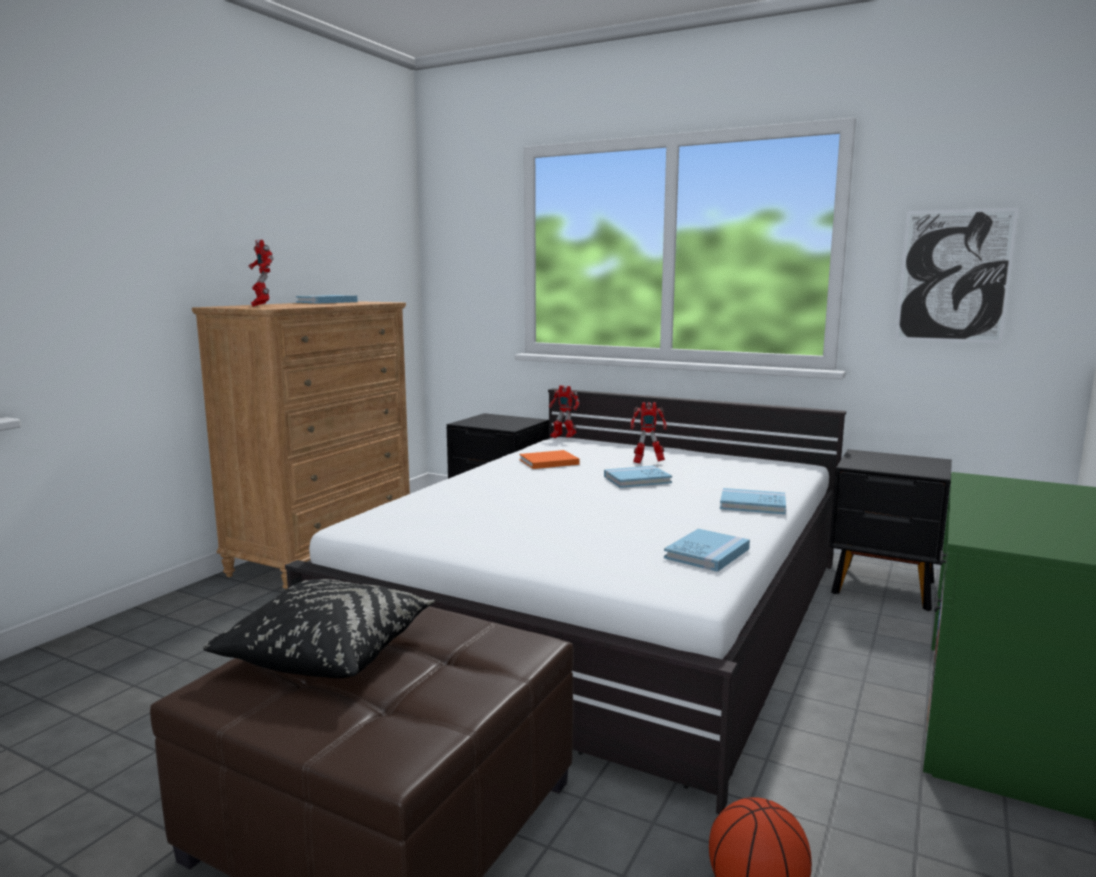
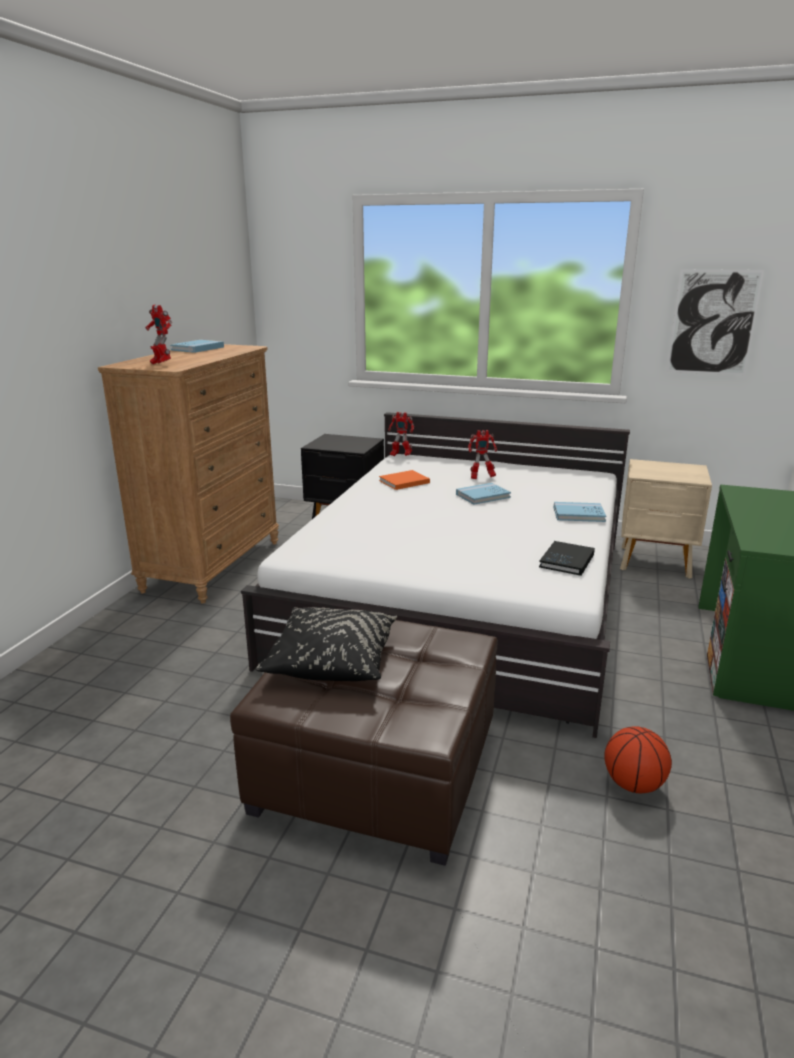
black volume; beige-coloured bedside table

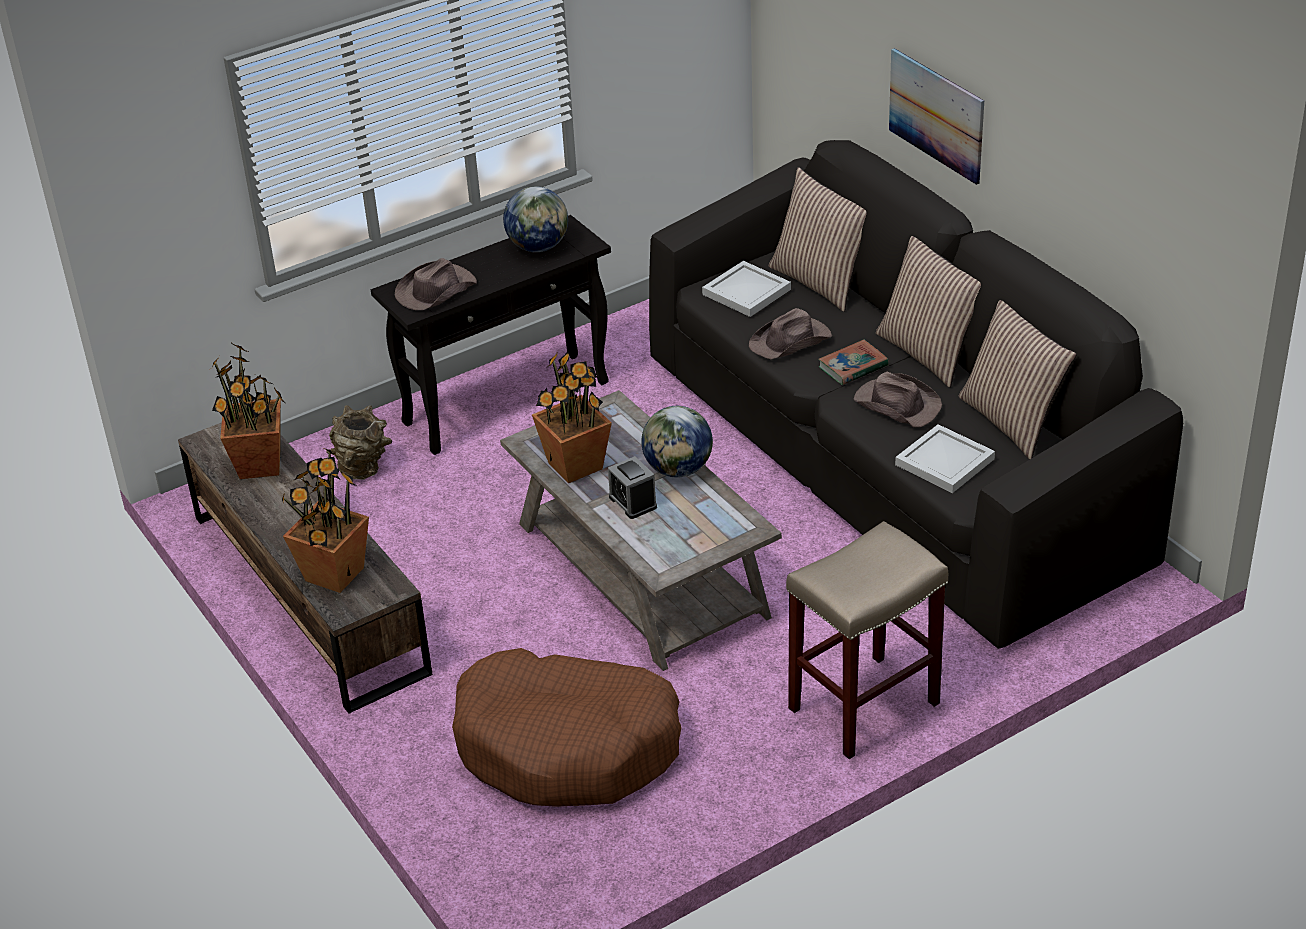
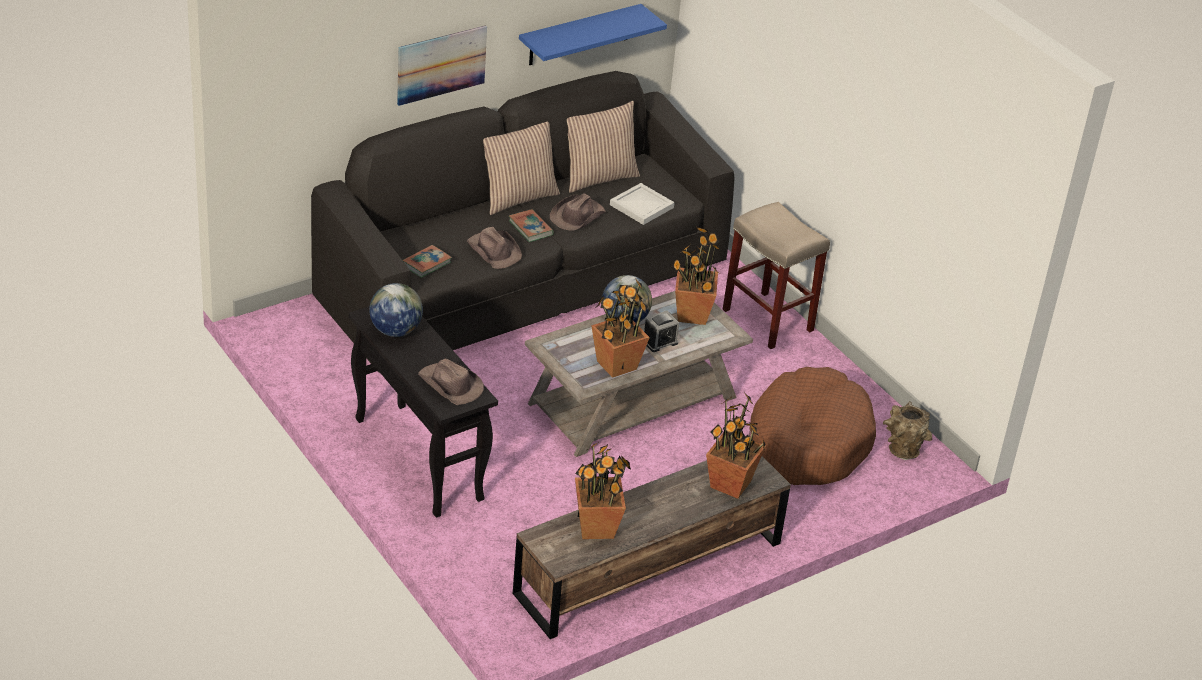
brown-coloured flower vase; volume (no. 1 from left); throw pillow (no. 1 from left in the first image); blue shelf; plant in a pot (no. 3 from left)

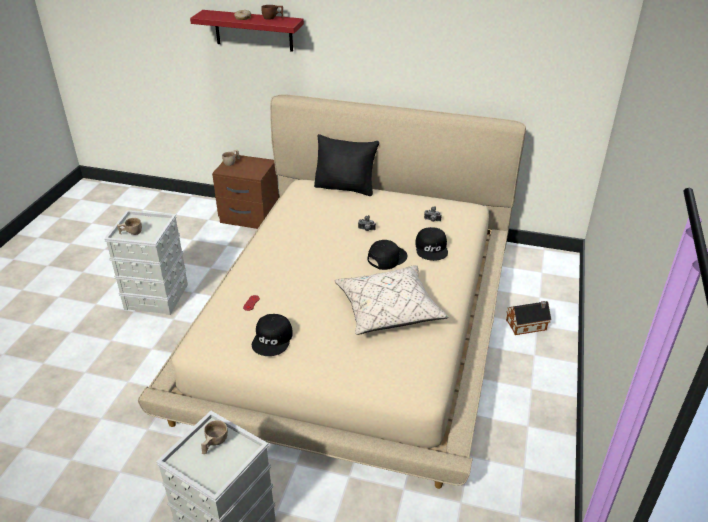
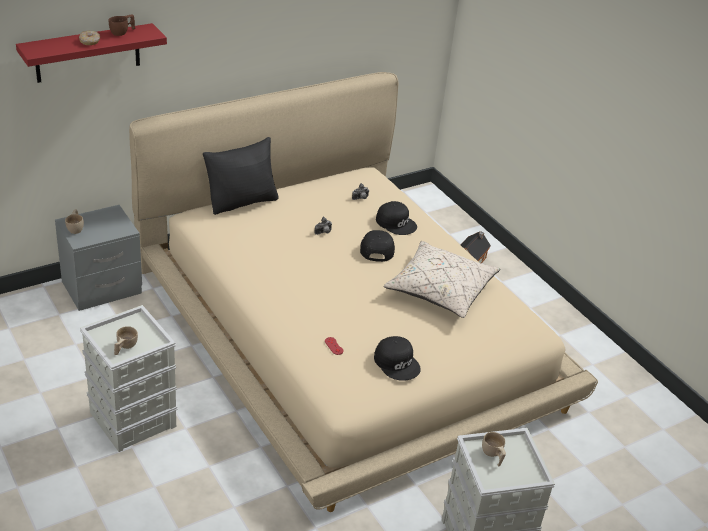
gray bedside table

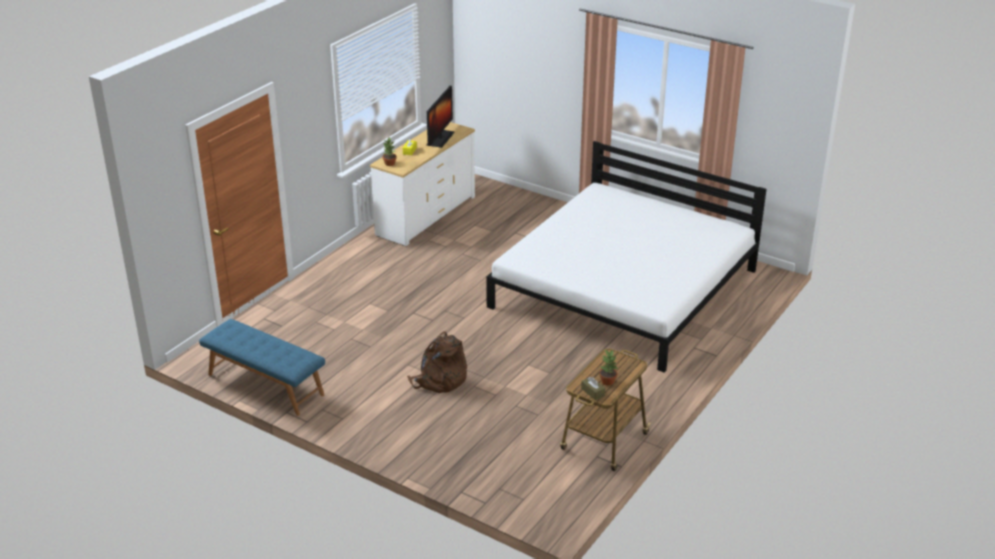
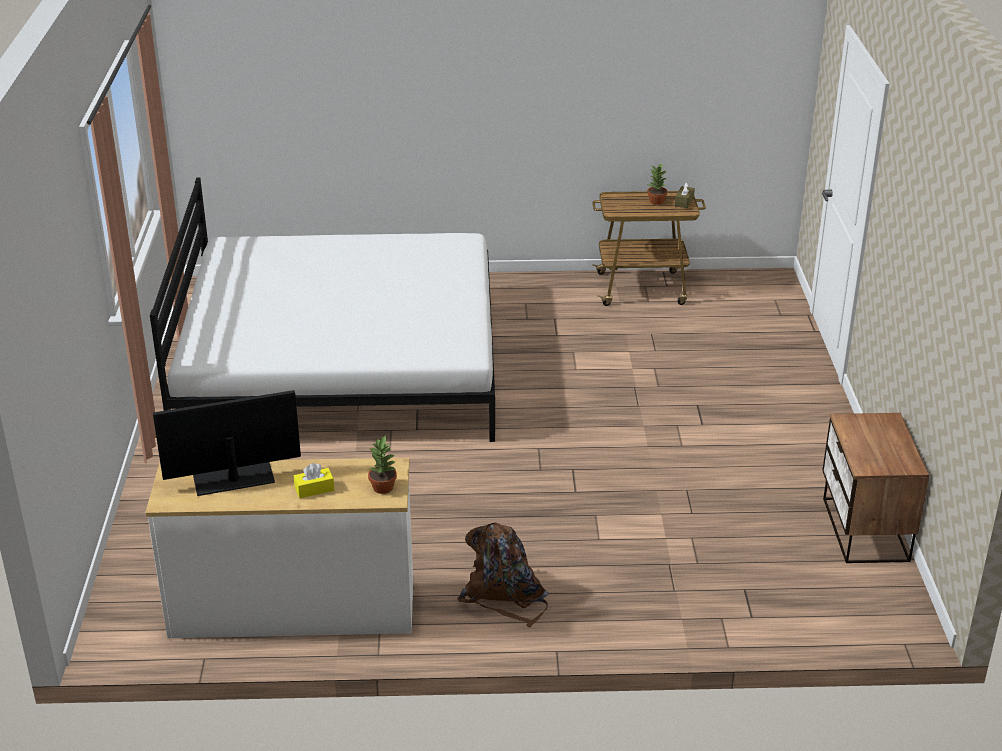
bedside table; brown-coloured backpack

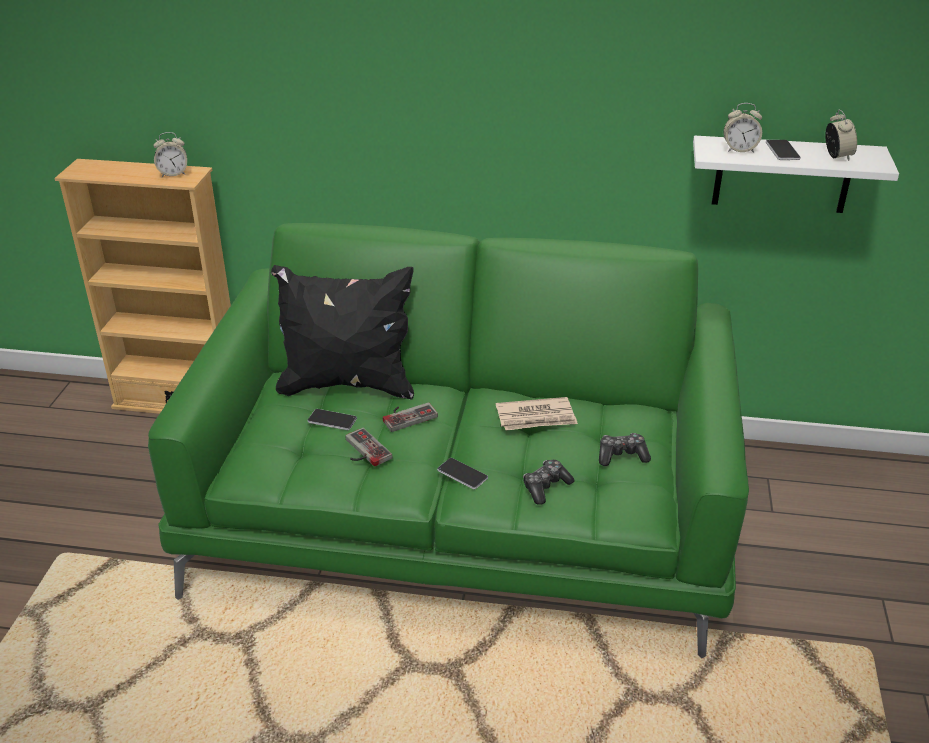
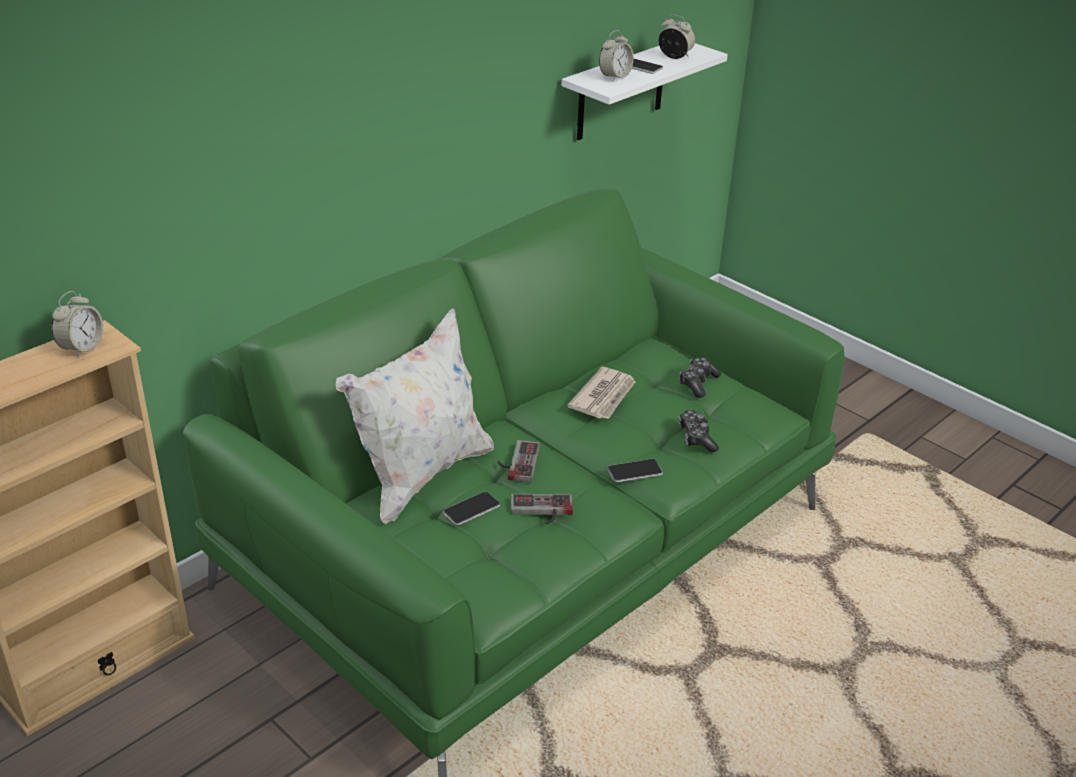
white-coloured throw pillow

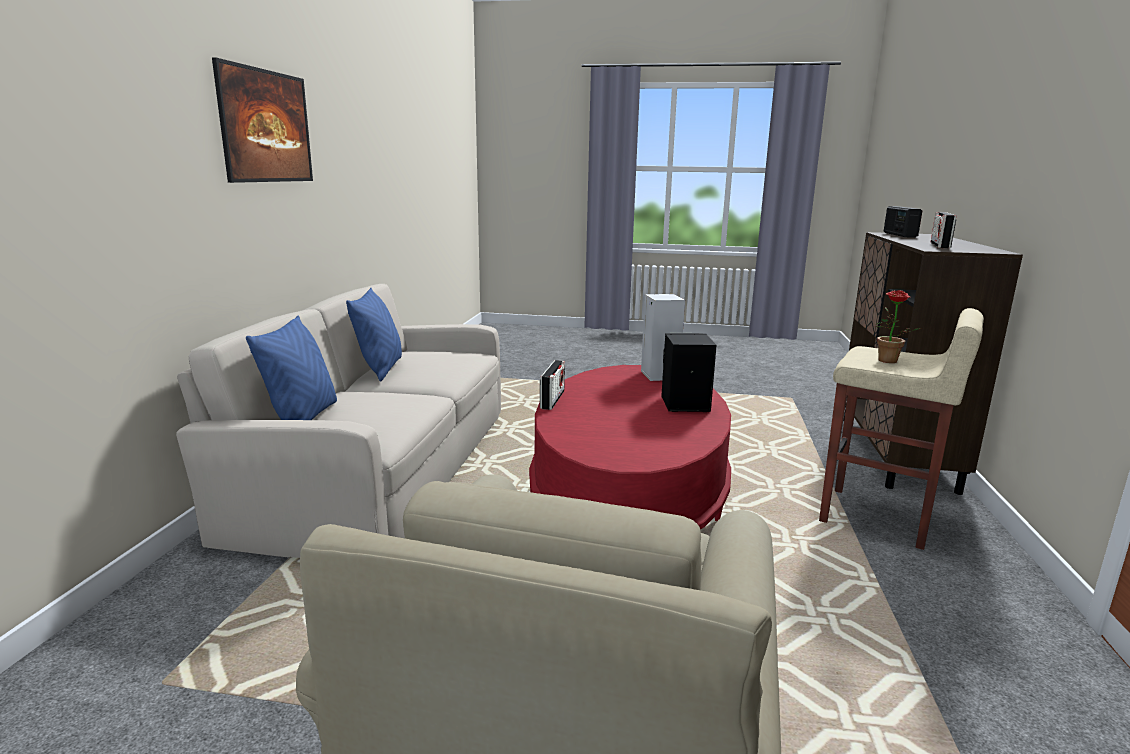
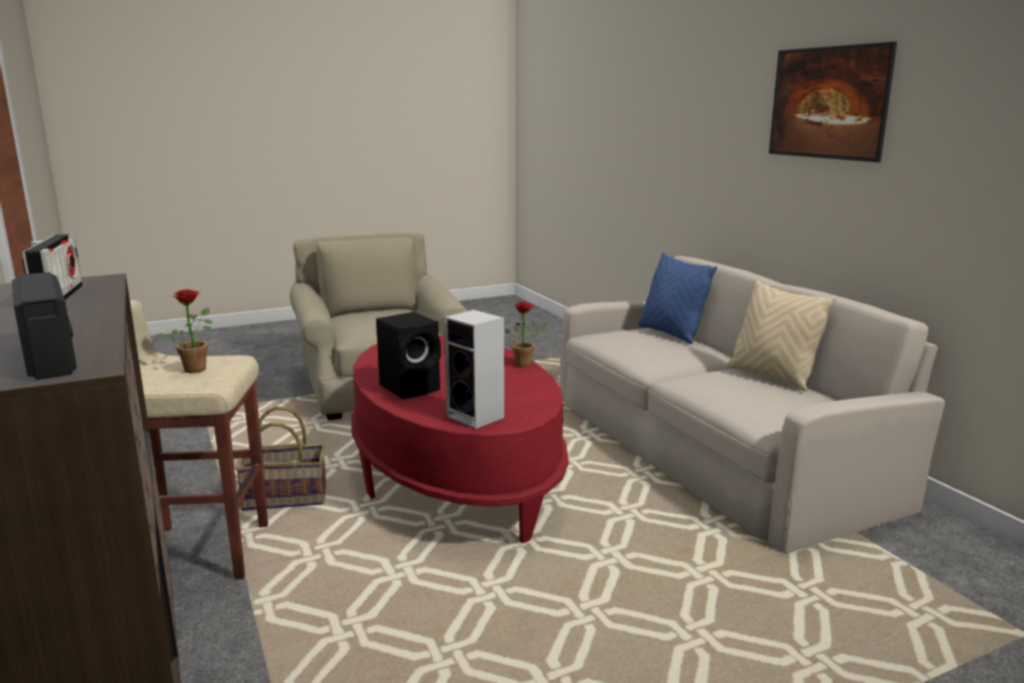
beige-coloured throw pillow; plant in a pot (no. 2 from left); household basket

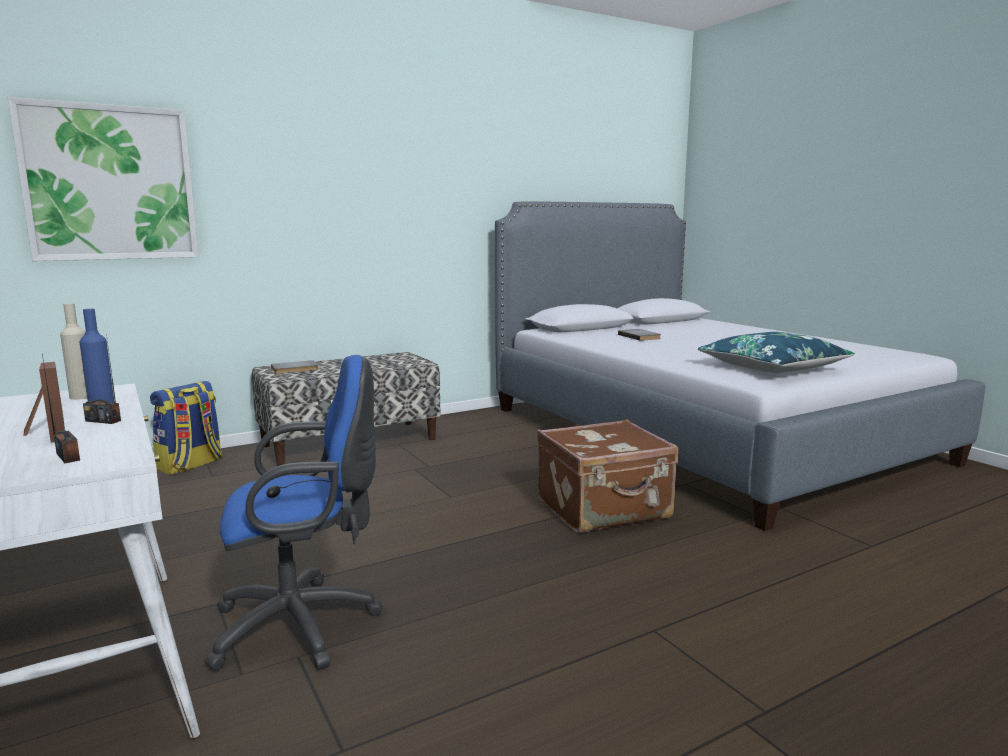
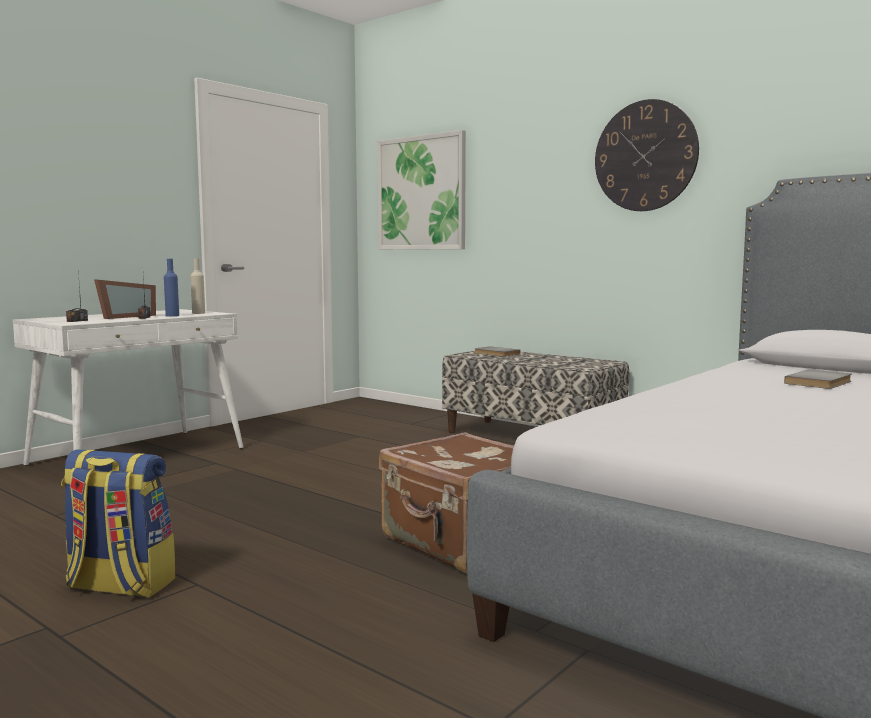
backpack; blue desk chair; blue throw pillow; wall clock

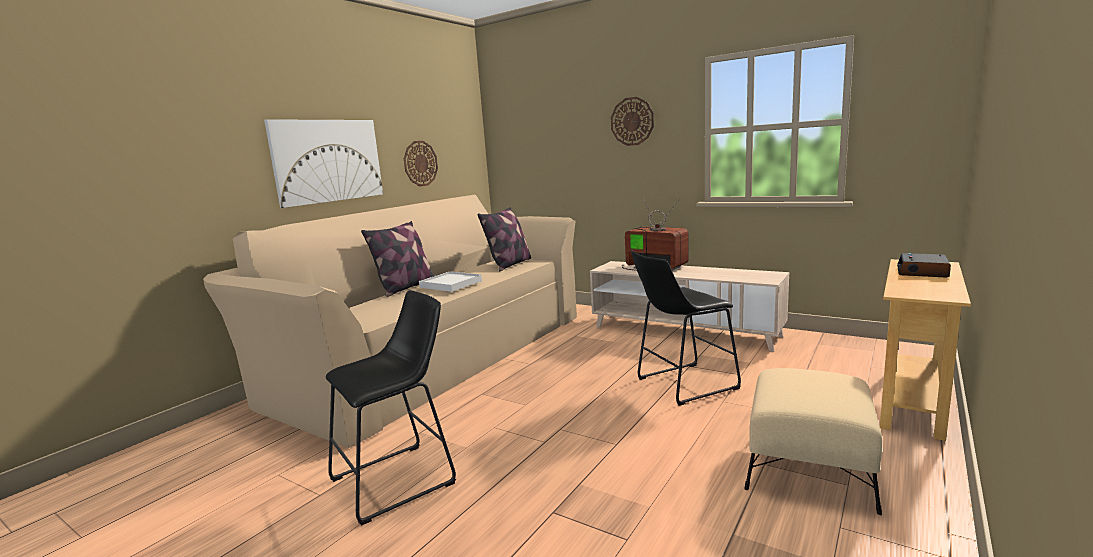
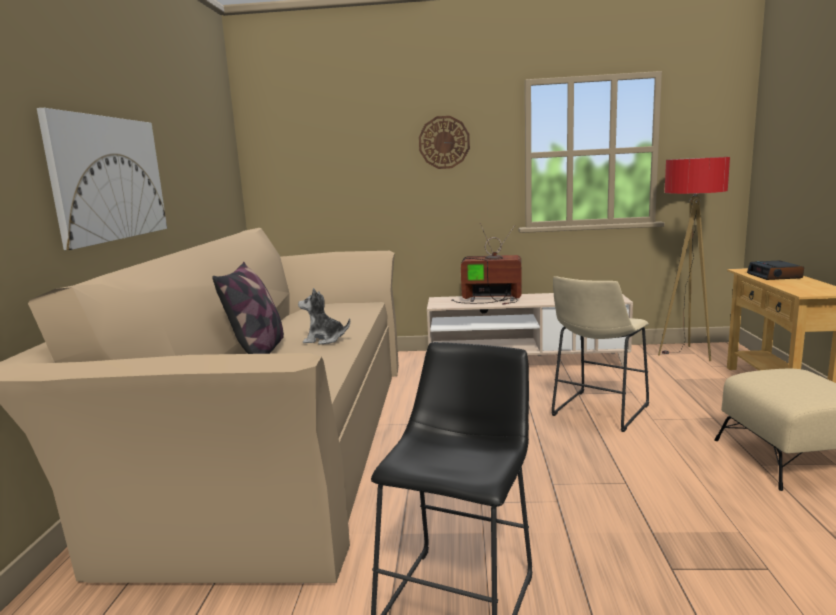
wall clock (no. 1 from left in the first image); plush toy; throw pillow (no. 2 from left in the first image); beige-coloured sitting stool; standing lamp

